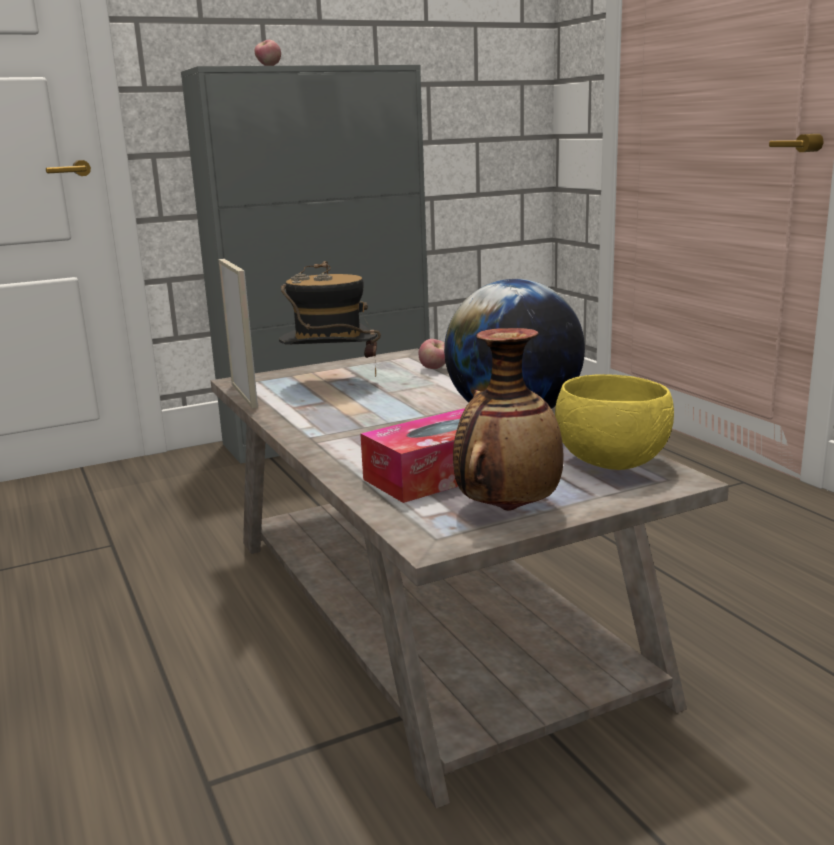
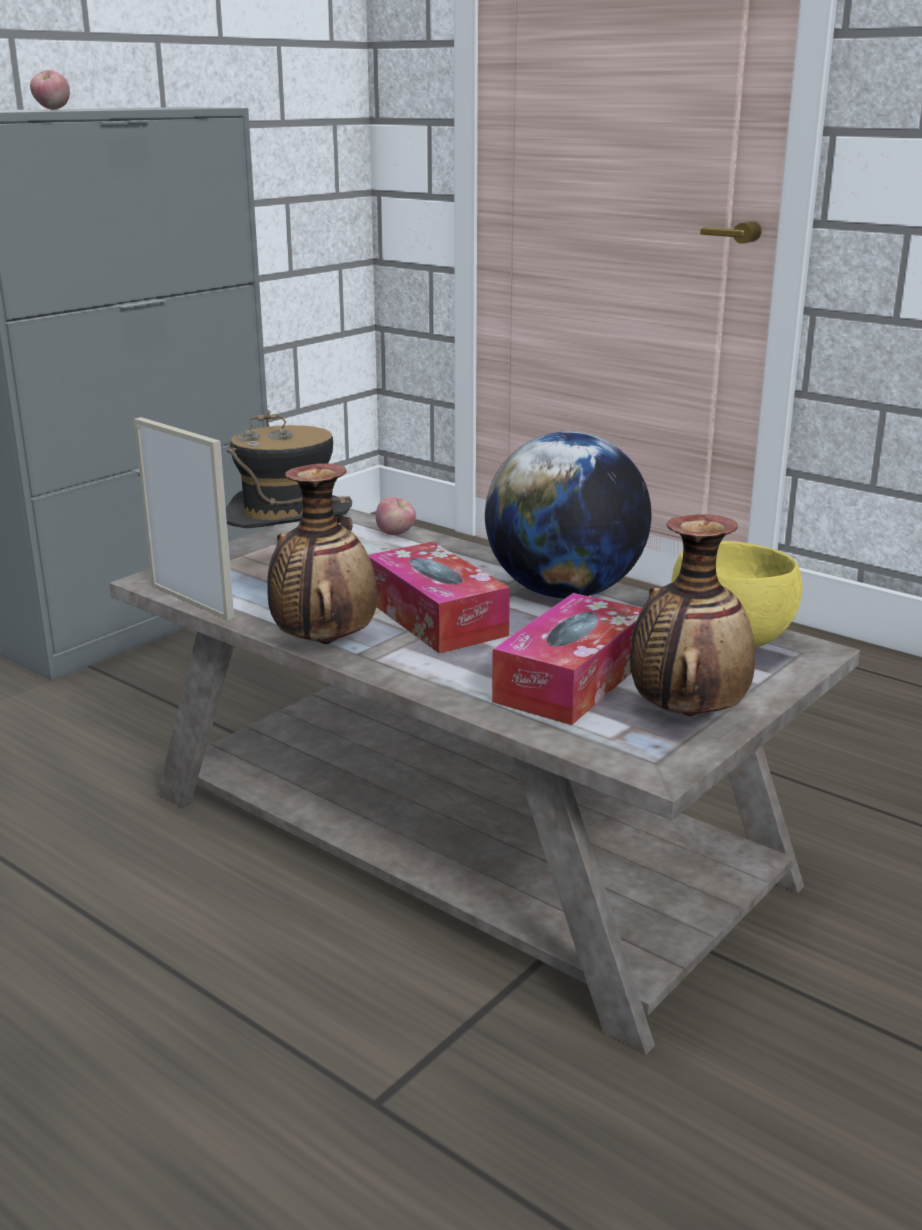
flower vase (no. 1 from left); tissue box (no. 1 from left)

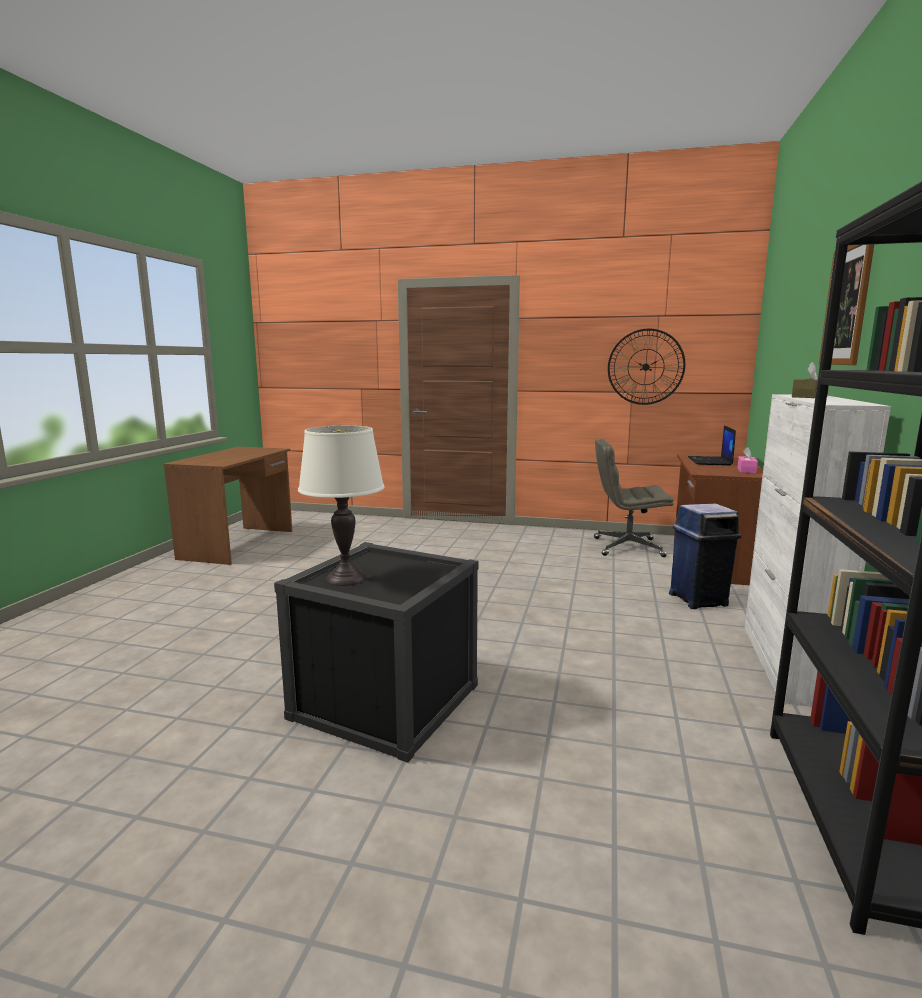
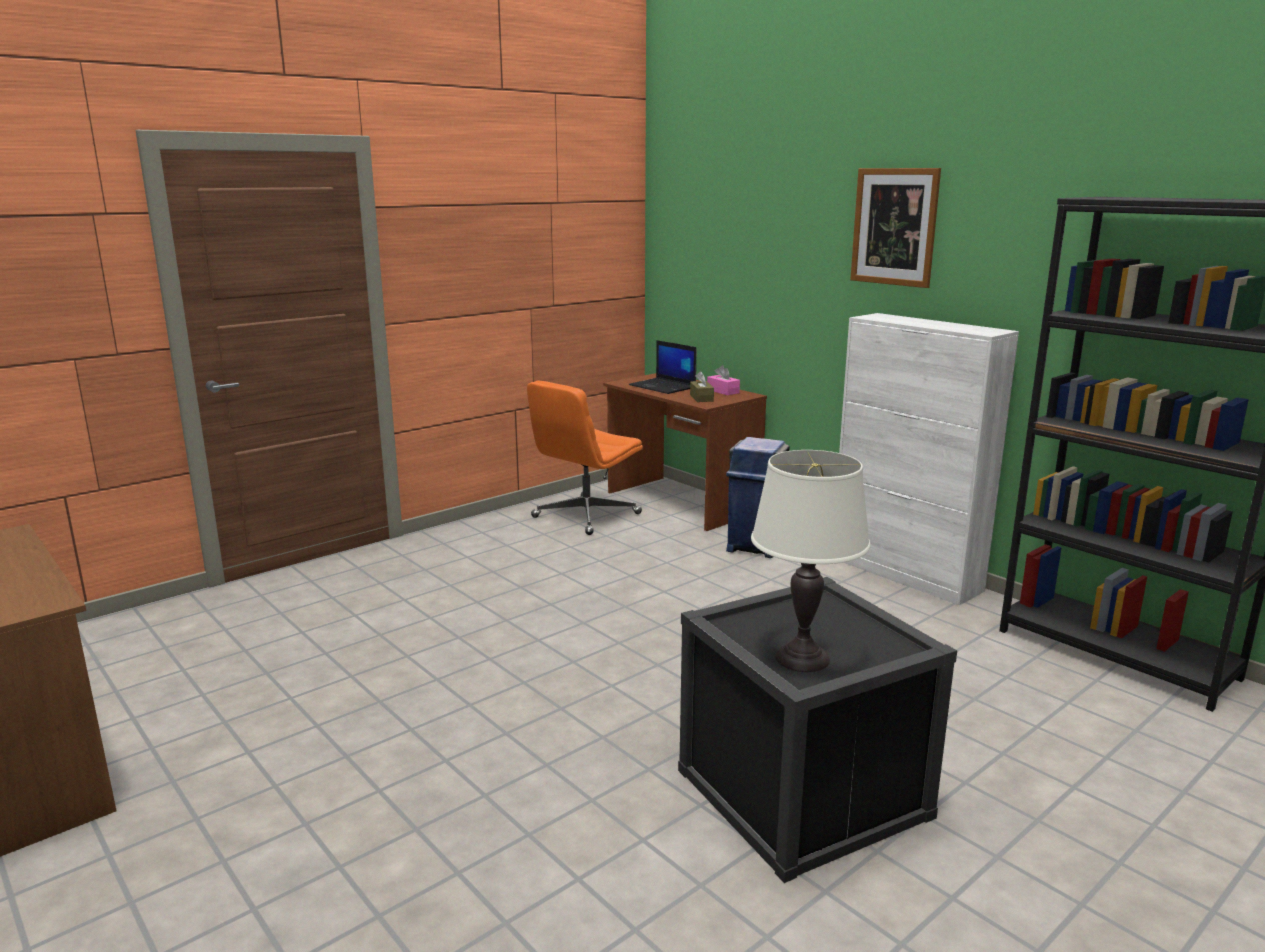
orange desk chair; wall clock; brown-coloured tissue box

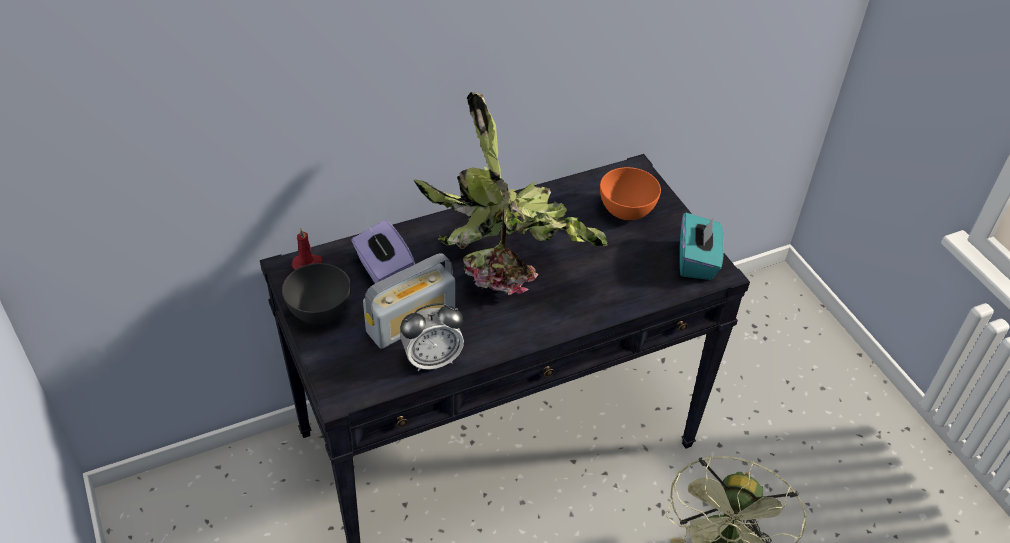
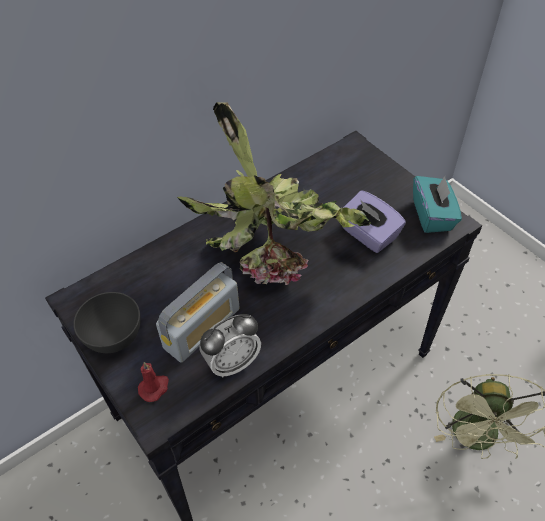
red candle; purple-coloured tissue box; orange deep dish

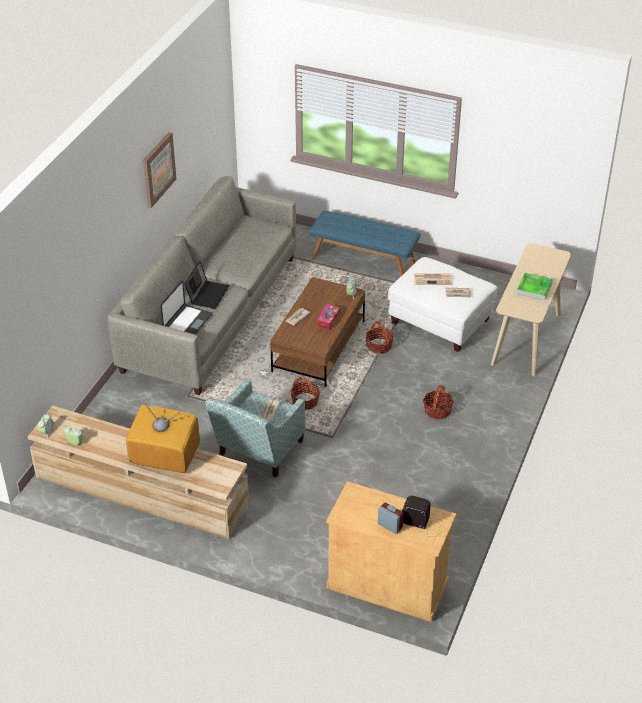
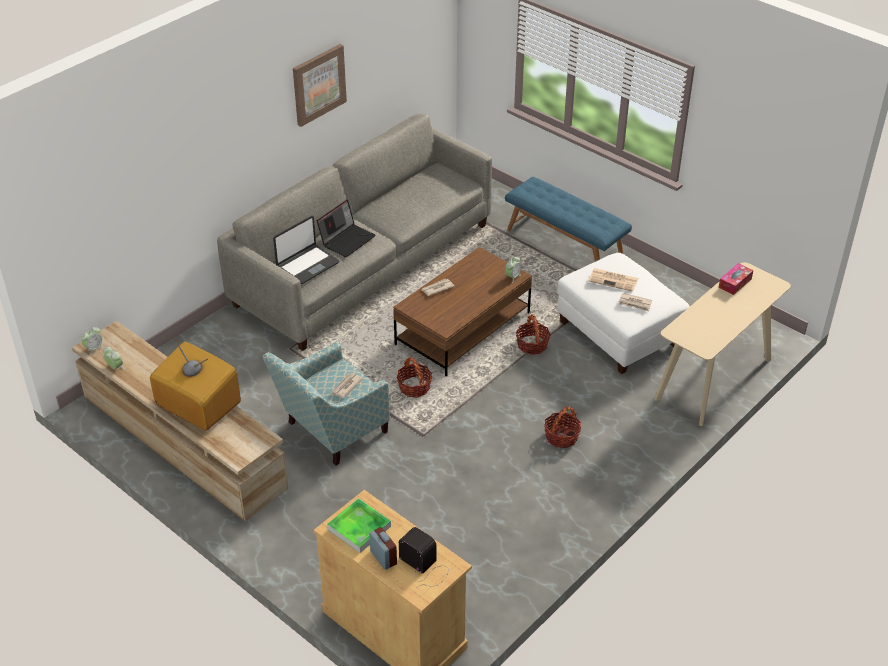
tissue box; carrying tray

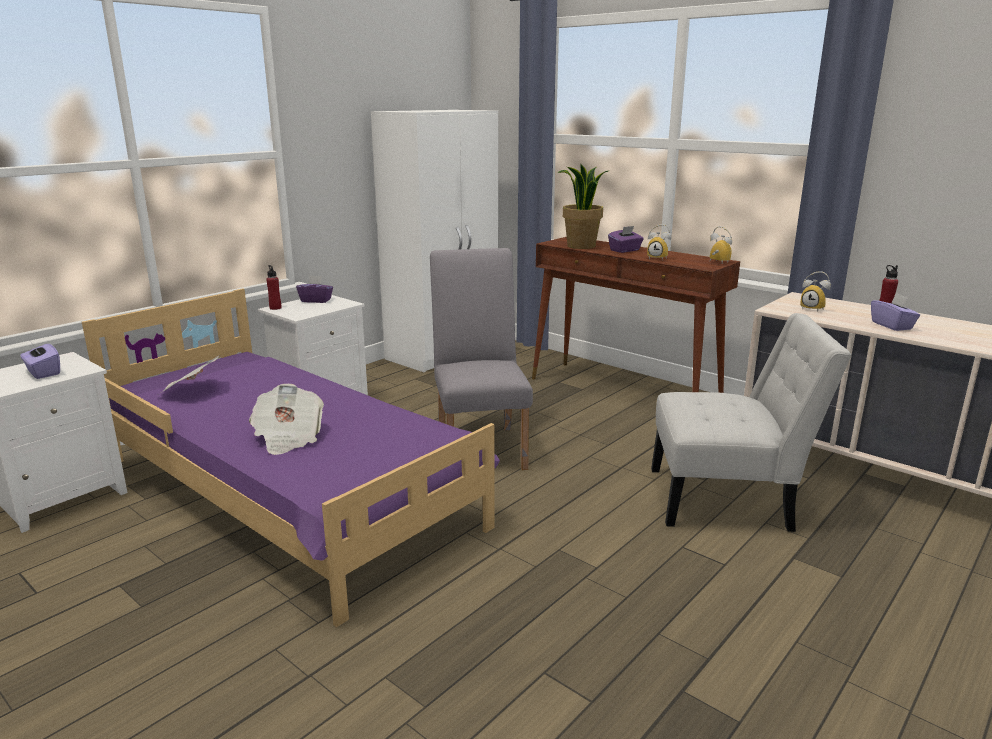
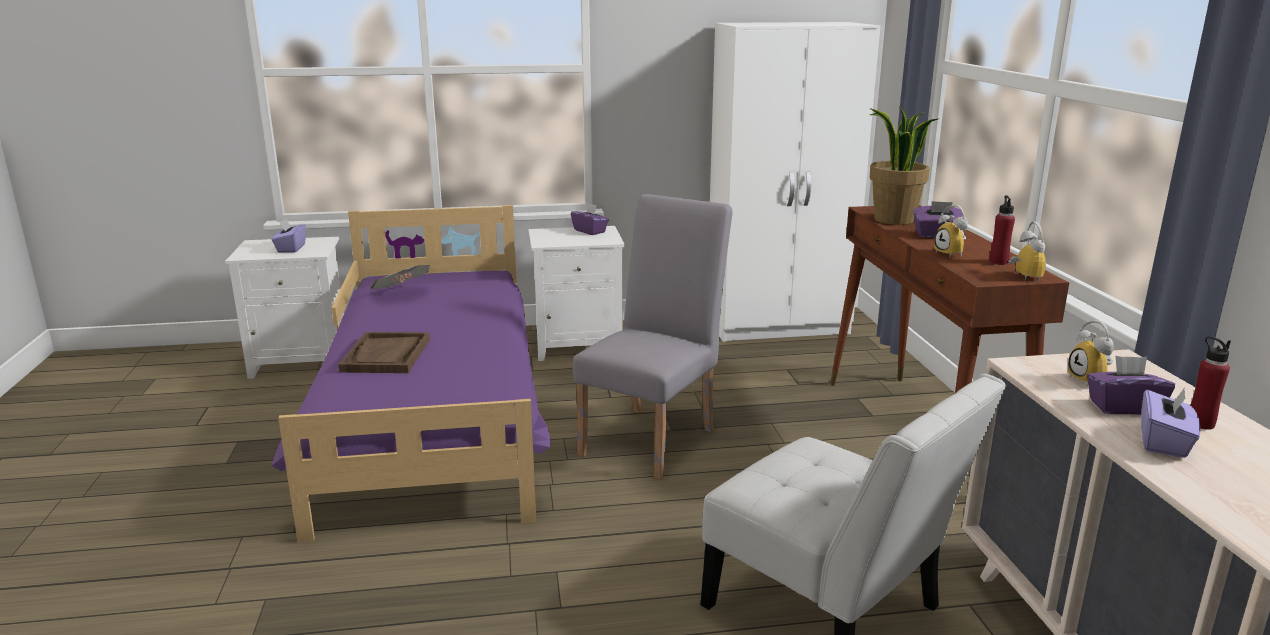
brown-coloured carrying tray; red beverage bottle (no. 1 from left); purple-coloured tissue box (no. 4 from left)

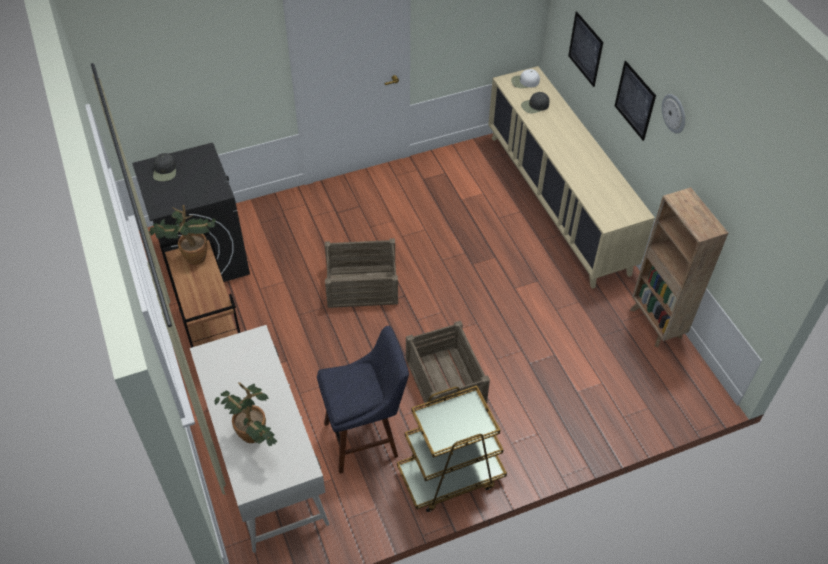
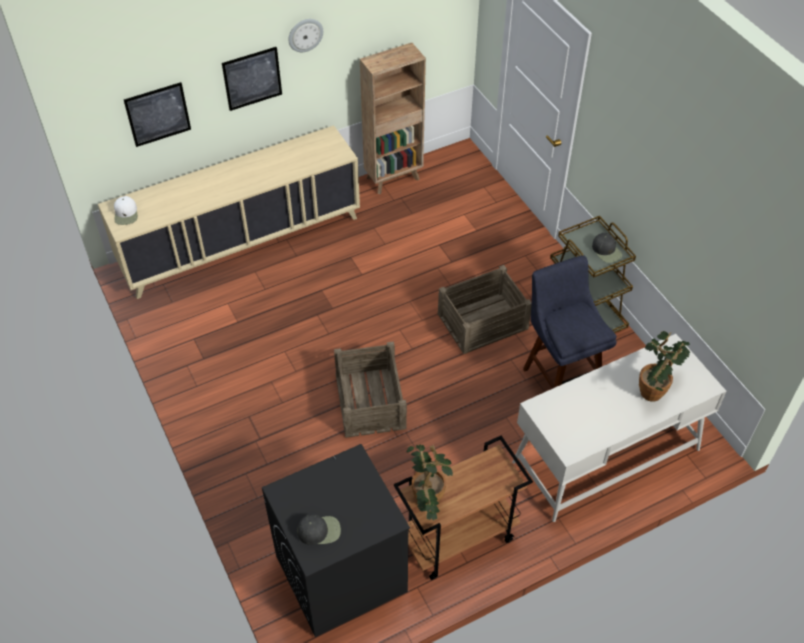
black cap (no. 2 from left)

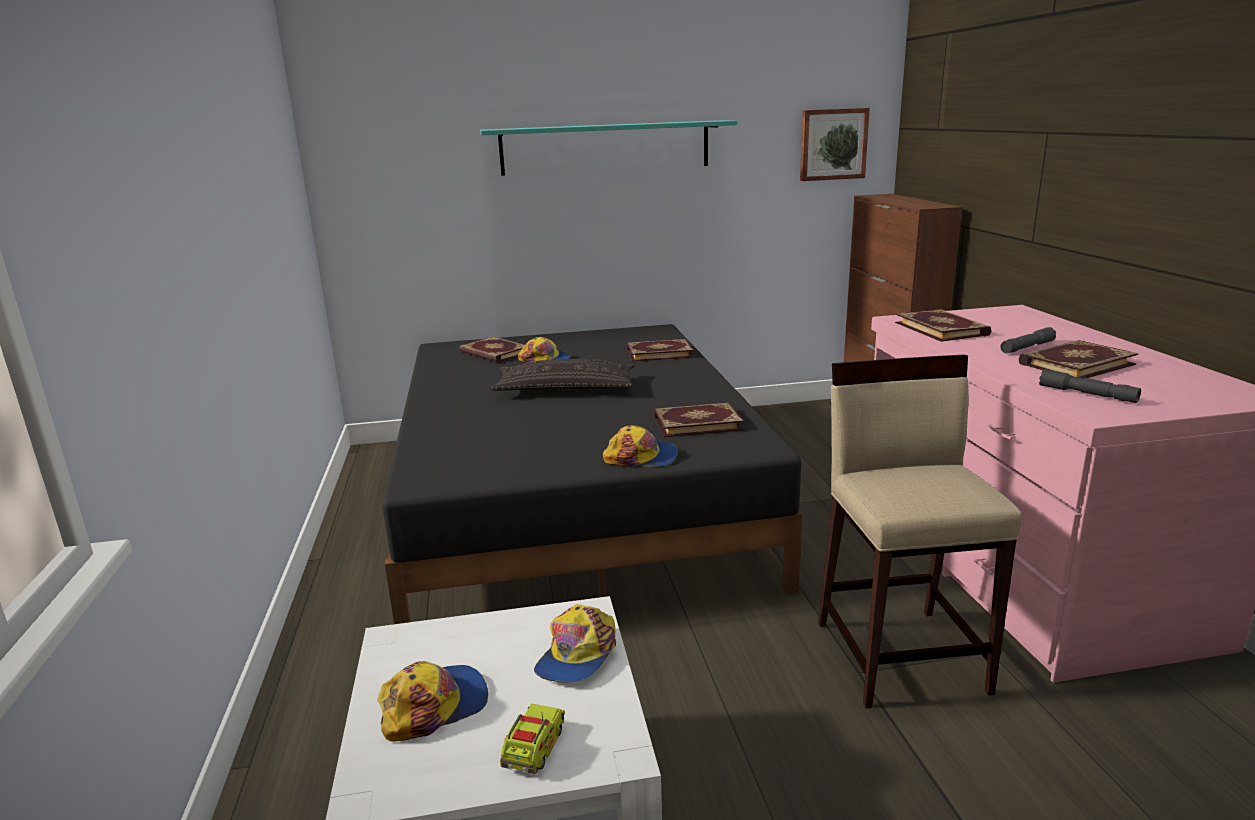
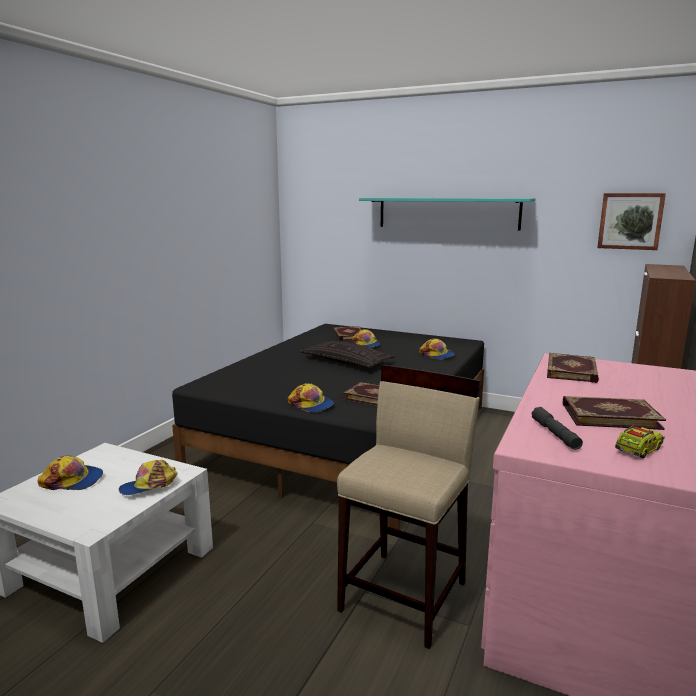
toy lorry; cap (no. 5 from left); gray torch (no. 1 from left in the first image)

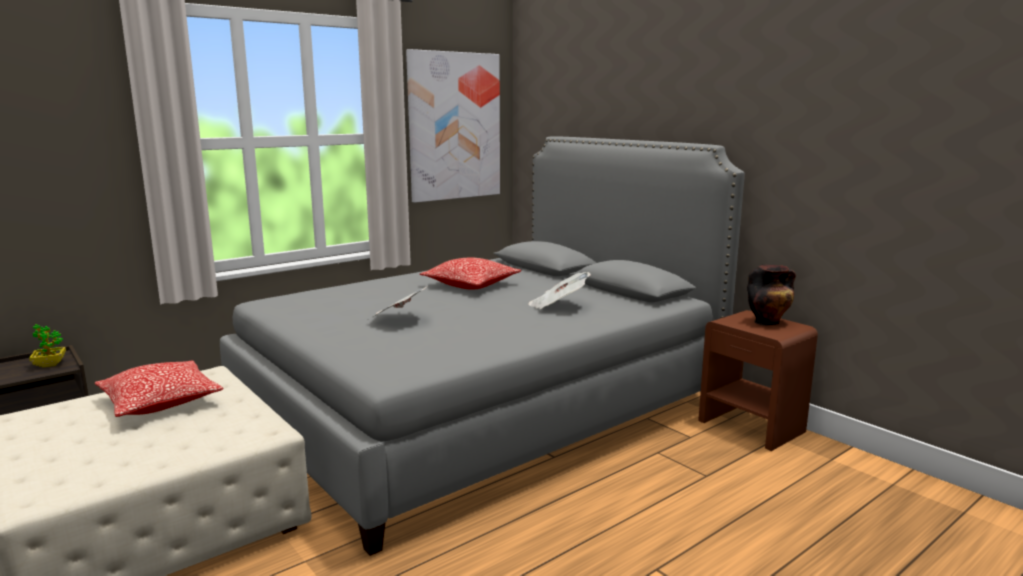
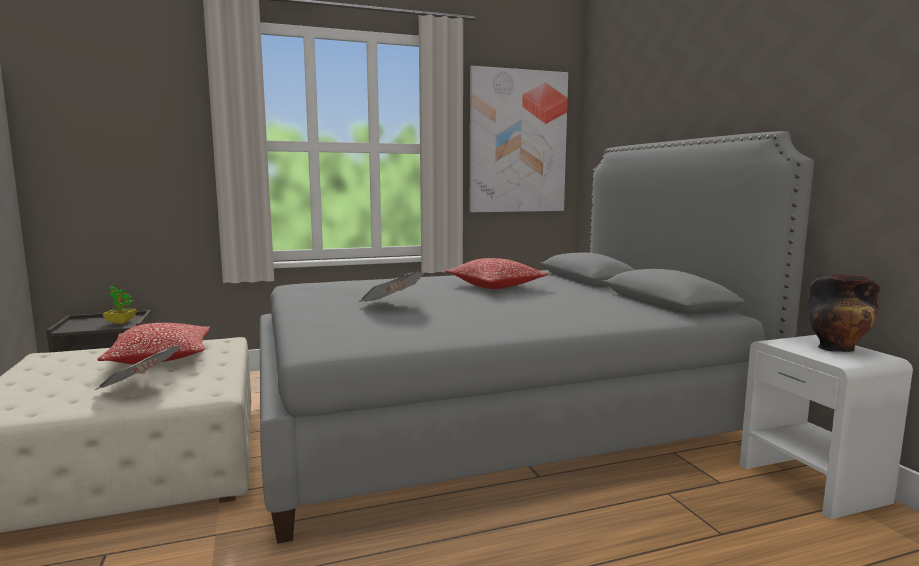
daily paper (no. 1 from left); white-coloured bedside table

